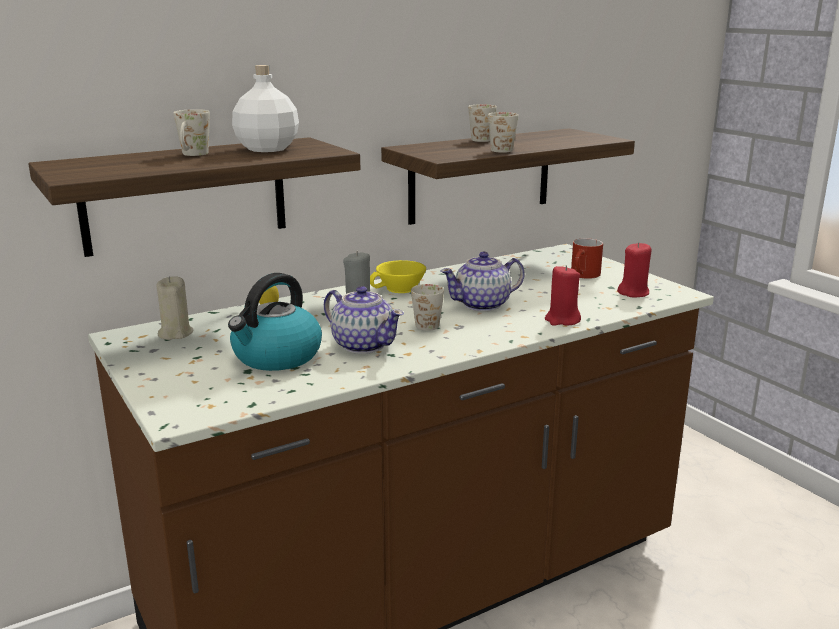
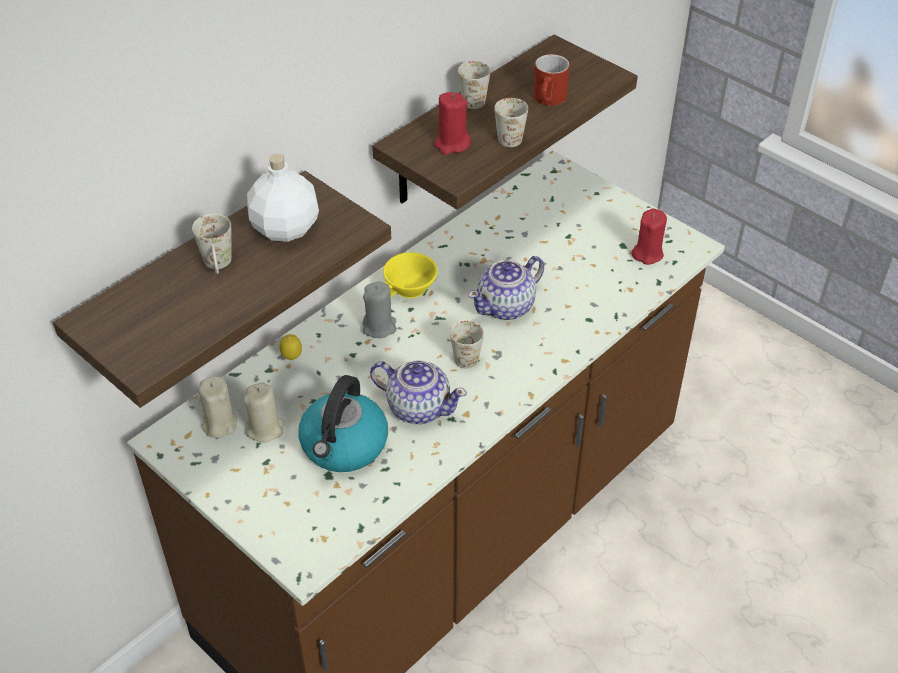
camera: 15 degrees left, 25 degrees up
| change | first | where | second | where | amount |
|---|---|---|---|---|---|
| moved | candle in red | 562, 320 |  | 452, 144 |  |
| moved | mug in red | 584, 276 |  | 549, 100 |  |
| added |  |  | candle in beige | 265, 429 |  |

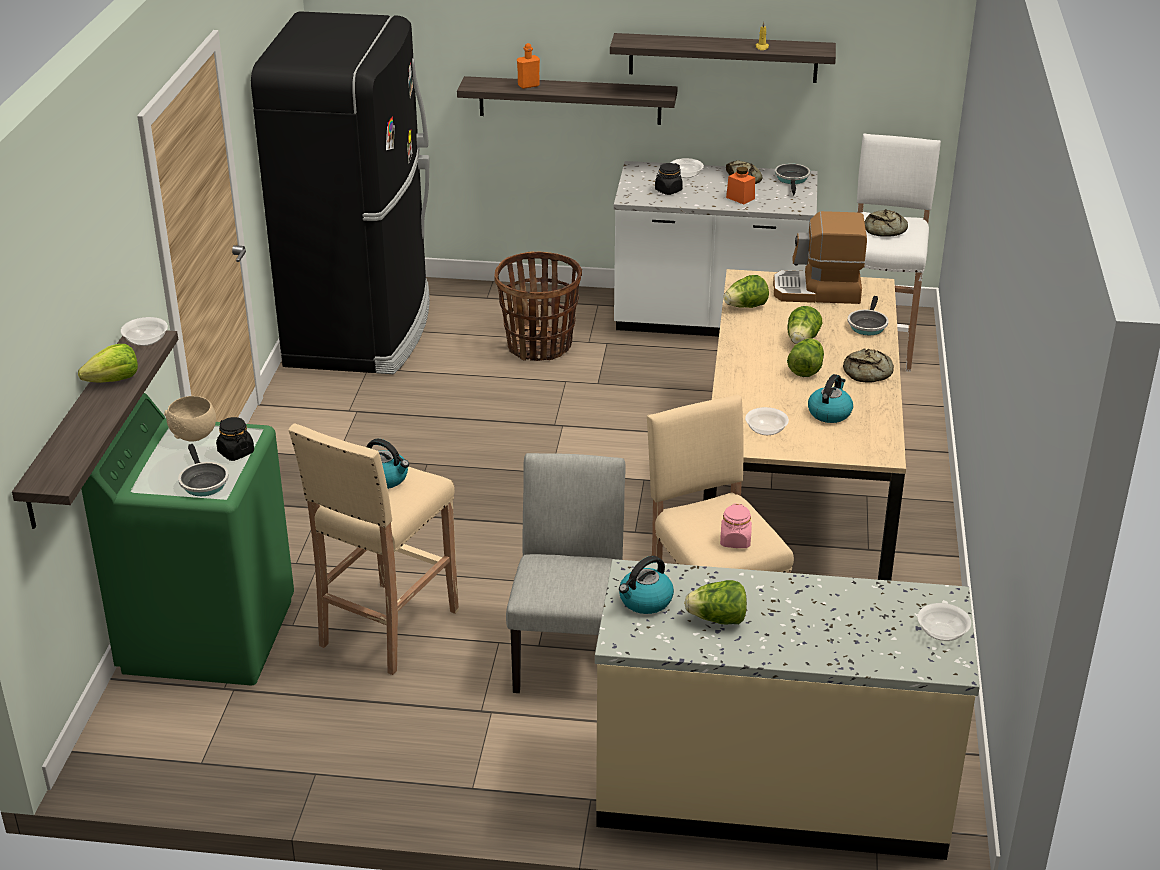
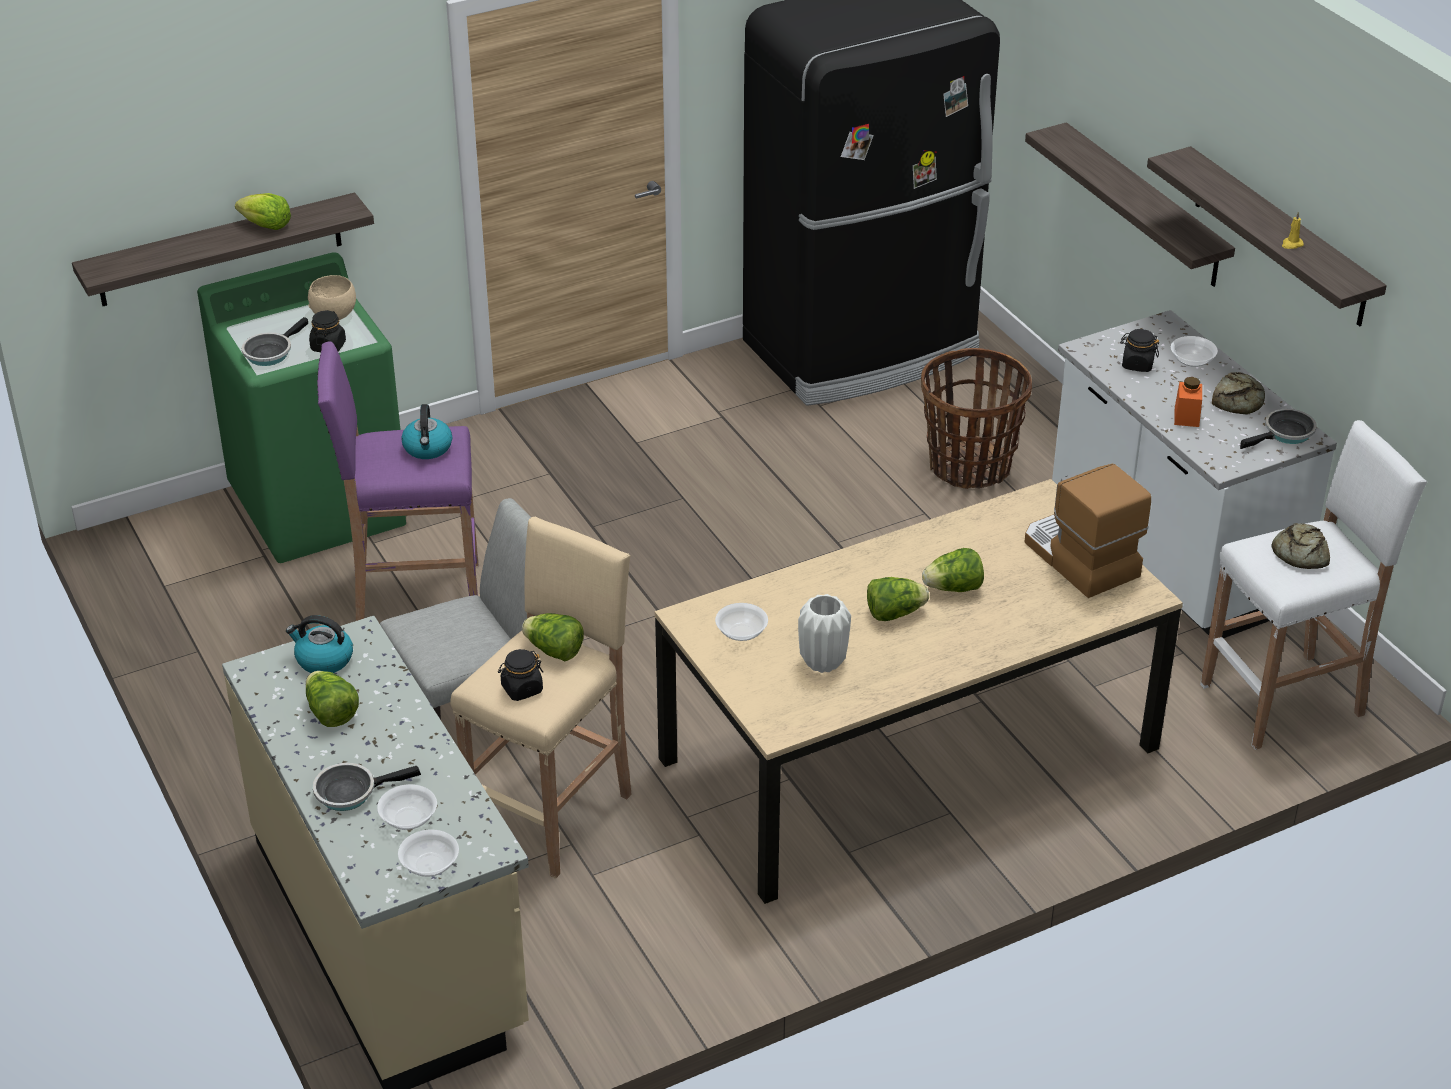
camera: 55 degrees right, 5 degrees up
| change | first | where | second | where | amount |
|---|---|---|---|---|---|
| moved | bowl | 146, 341 |  | 408, 818 |  |
| recoloured | stool in beige | 386, 629 | stool in purple | 414, 596 |  |
| removed | bottle in orange | 528, 85 |  |  |  |
| recoloured | jar in pink | 735, 541 | jar in black | 521, 689 |  |
| moved | lettuce | 746, 307 |  | 554, 651 |  |
| replaced | kettle | 829, 413 | vase in white | 822, 662 |  |
| removed | bread | 868, 373 |  |  |  |
| moved | frying pan | 867, 325 |  | 351, 792 |  |

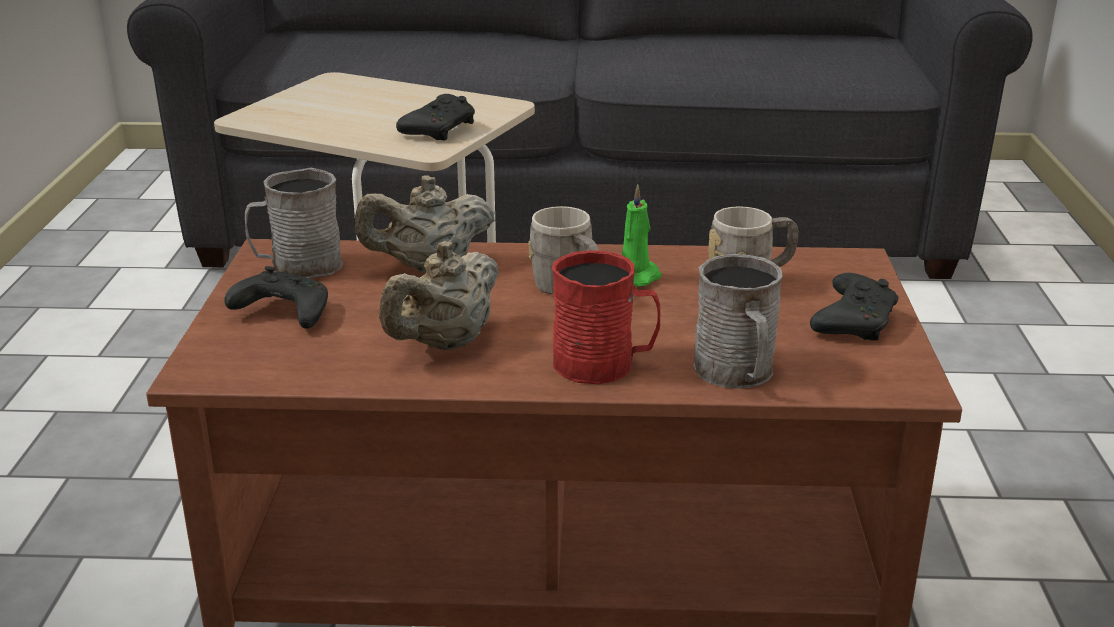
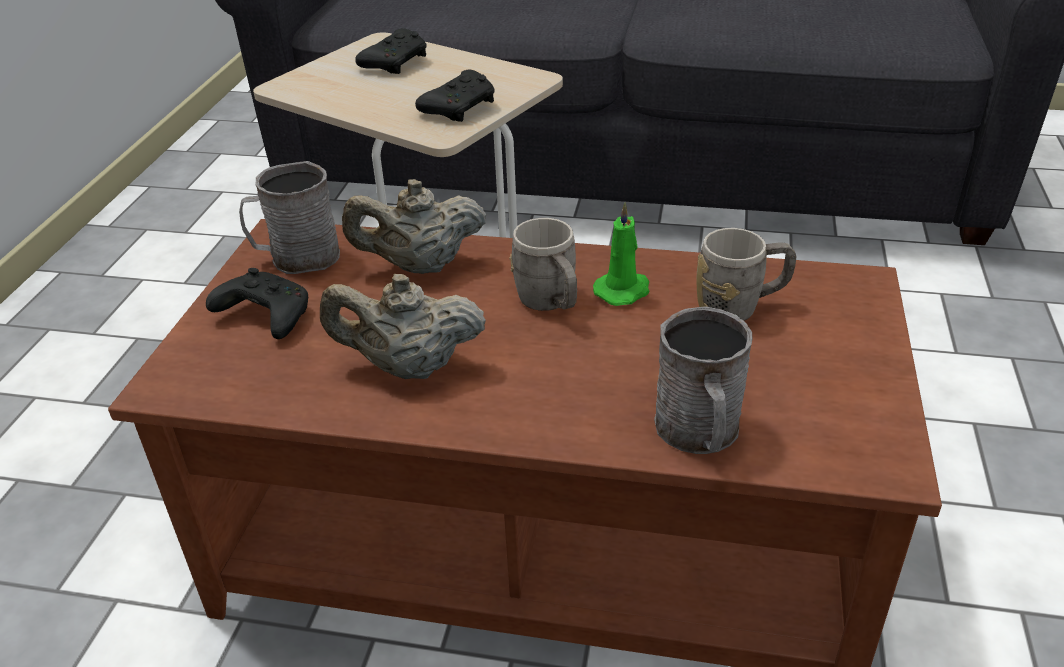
camera: 10 degrees right, 10 degrees up
| change | first | where | second | where | amount |
|---|---|---|---|---|---|
| turned | teapot in beige | 445, 343 |  | 409, 367 | 45 degrees clockwise |
| removed | mug in red | 605, 364 |  |  |  |
| moved | game controller in black | 853, 322 |  | 396, 63 |  |

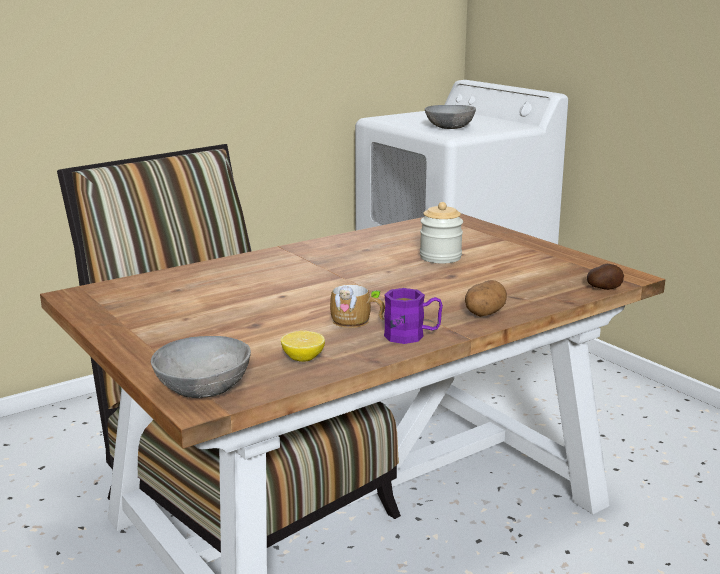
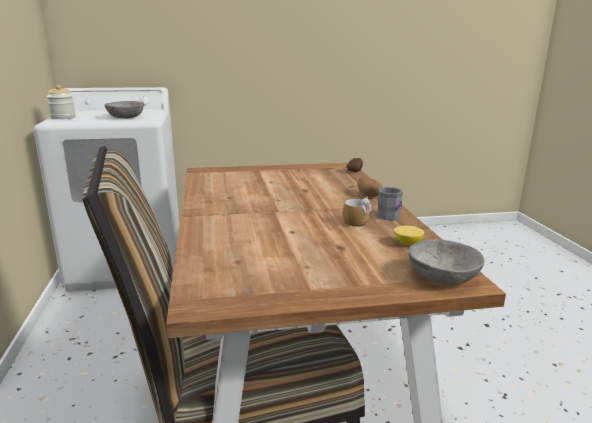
camera: 65 degrees left, 0 degrees up
| change | first | where | second | where | amount |
|---|---|---|---|---|---|
| recoloured | mug in purple | 412, 336 | mug in grey | 390, 214 |  |
| moved | jar | 440, 257 |  | 63, 117 |  |

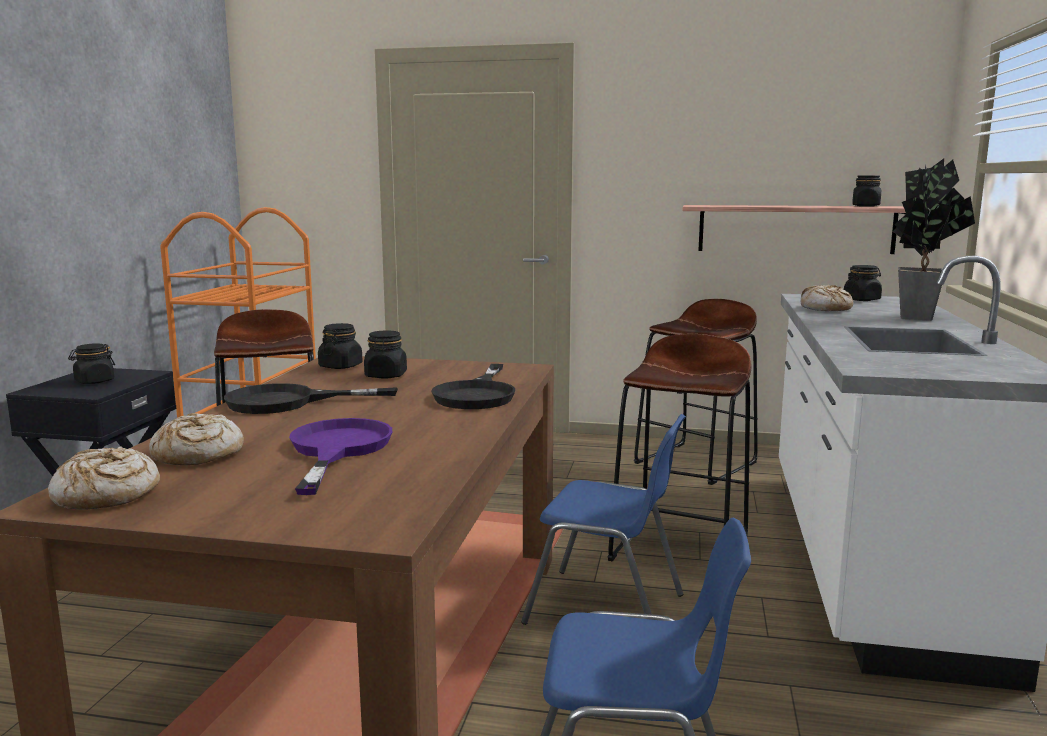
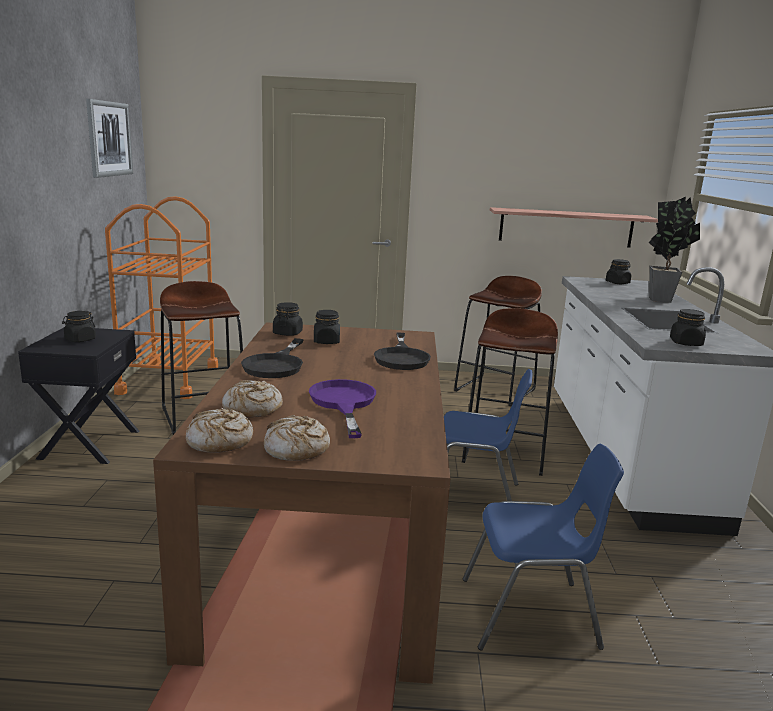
camera: 10 degrees left, 5 degrees up
| change | first | where | second | where | amount |
|---|---|---|---|---|---|
| turned | frying pan in black | 288, 402 |  | 276, 364 | 60 degrees counterclockwise |
| moved | bread | 825, 309 |  | 296, 448 |  |
| moved | jar in black | 865, 206 |  | 686, 343 |  |
| added |  |  | picture | 109, 139 |  |

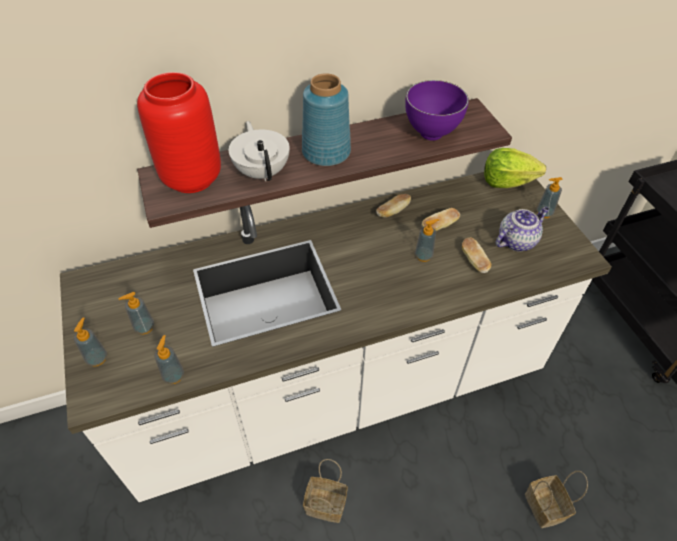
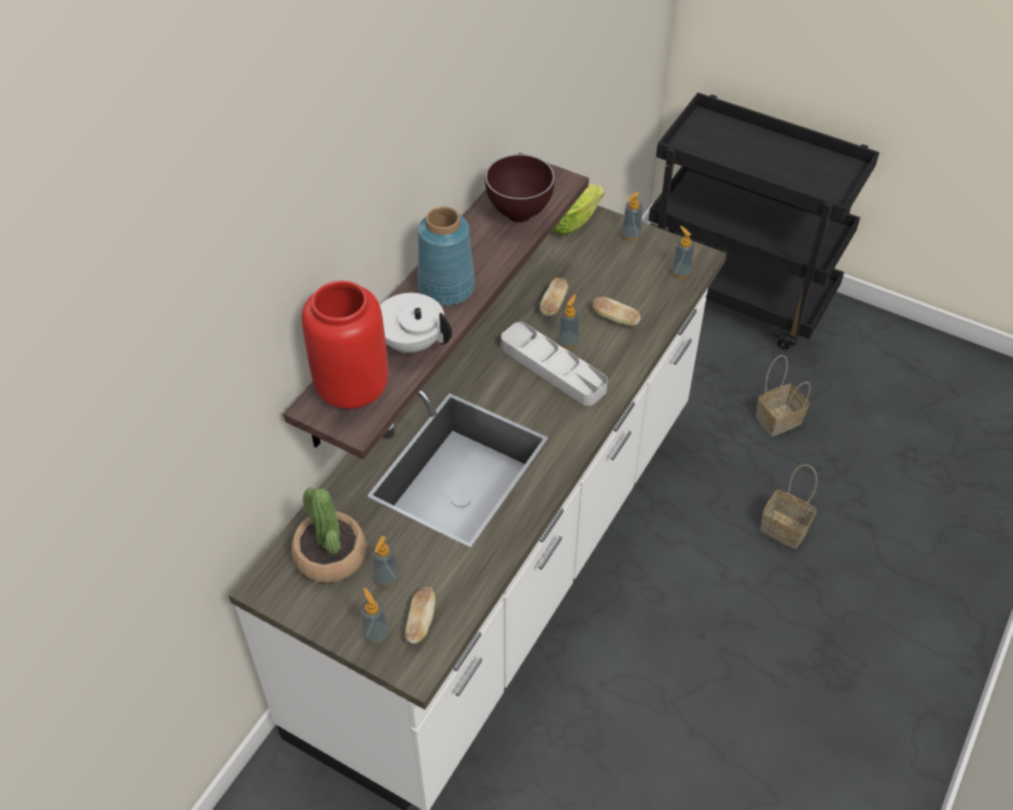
camera: 40 degrees left, 0 degrees up
| change | first | where | second | where | amount |
|---|---|---|---|---|---|
| moved | soap dispenser | 173, 376 |  | 681, 272 |  |
| moved | basket | 327, 504 |  | 779, 419 |  |
| moved | bread | 392, 211 |  | 420, 622 |  |
| recoloured | bowl in purple | 431, 135 | bowl in brown | 520, 216 |  |
| removed | teapot | 517, 240 |  |  |  |
| added |  |  | potted plant | 330, 556 |  |
| added |  |  | tray in grey | 553, 368 |  |

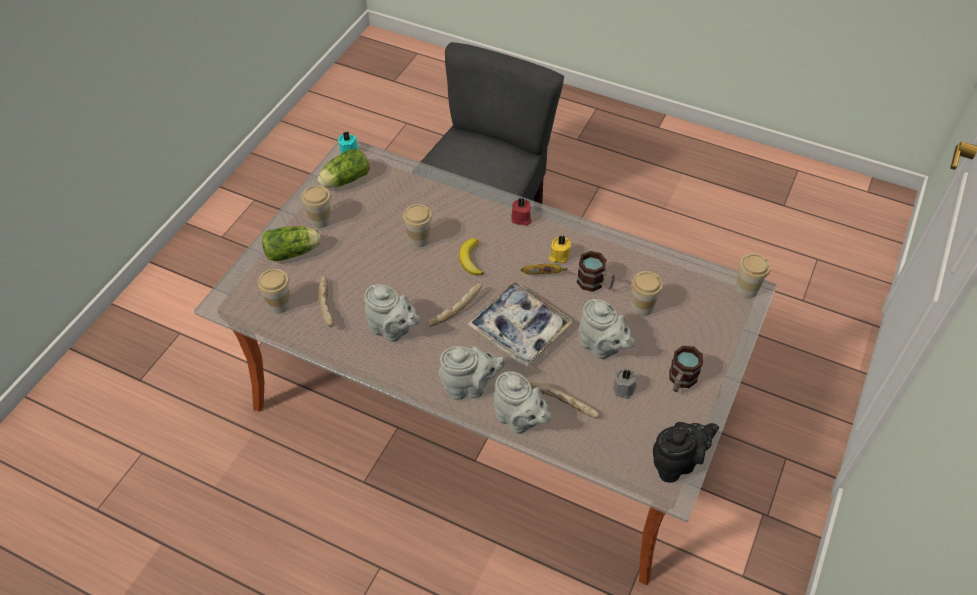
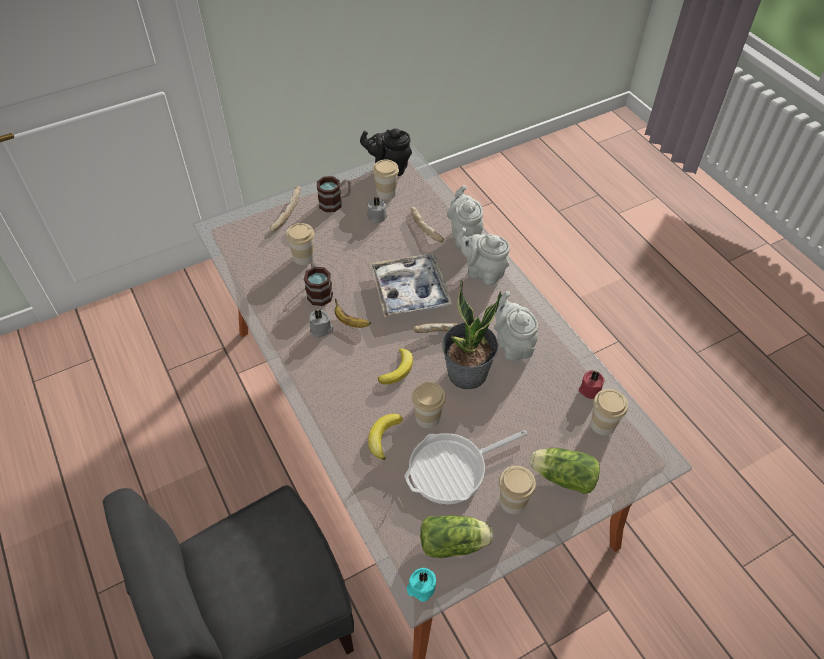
camera: 145 degrees left, 0 degrees up
| change | first | where | second | where | amount |
|---|---|---|---|---|---|
| moved | bread | 328, 305 |  | 286, 213 |  |
| moved | candle in red | 521, 219 |  | 590, 389 |  |
| recoloured | candle in yellow | 558, 256 | candle in grey | 321, 329 |  |
| removed | teapot in grey | 602, 347 |  |  |  |
| moved | cup | 747, 289 |  | 386, 193 |  |
| added |  |  | banana | 383, 436 |  |
| added |  |  | frying pan | 452, 469 |  |
| added |  |  | potted plant | 467, 374 |  |

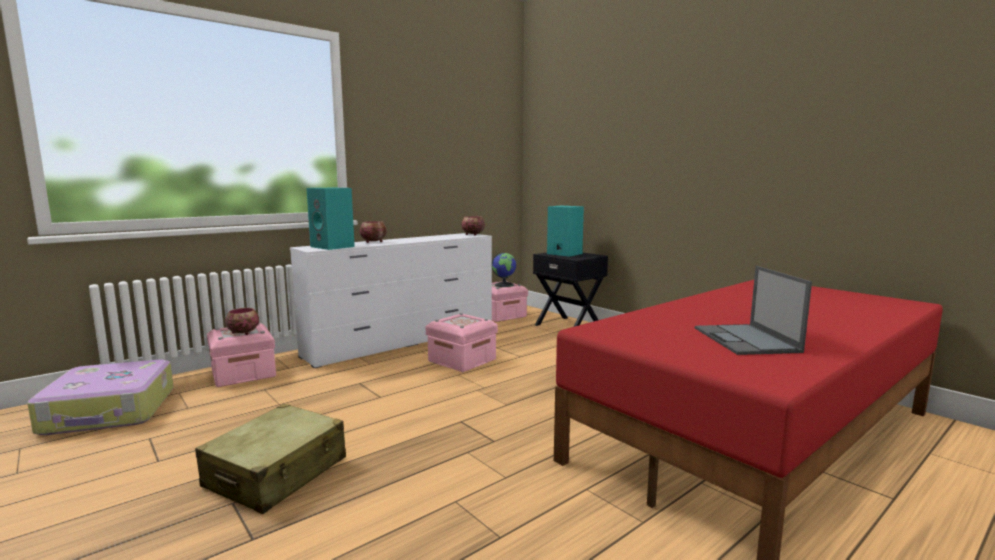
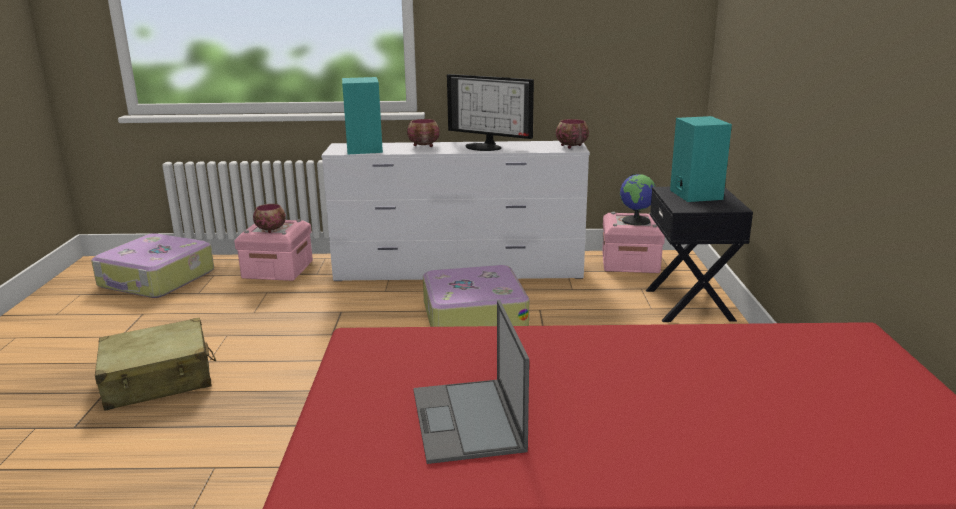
camera: 40 degrees right, 10 degrees up
| change | first | where | second | where | amount |
|---|---|---|---|---|---|
| replaced | storage box in pink | 462, 360 | suitcase | 473, 316 |  |
| turned | laptop | 746, 340 |  | 468, 421 | 45 degrees counterclockwise |
| added |  |  | monitor | 485, 146 |  |

